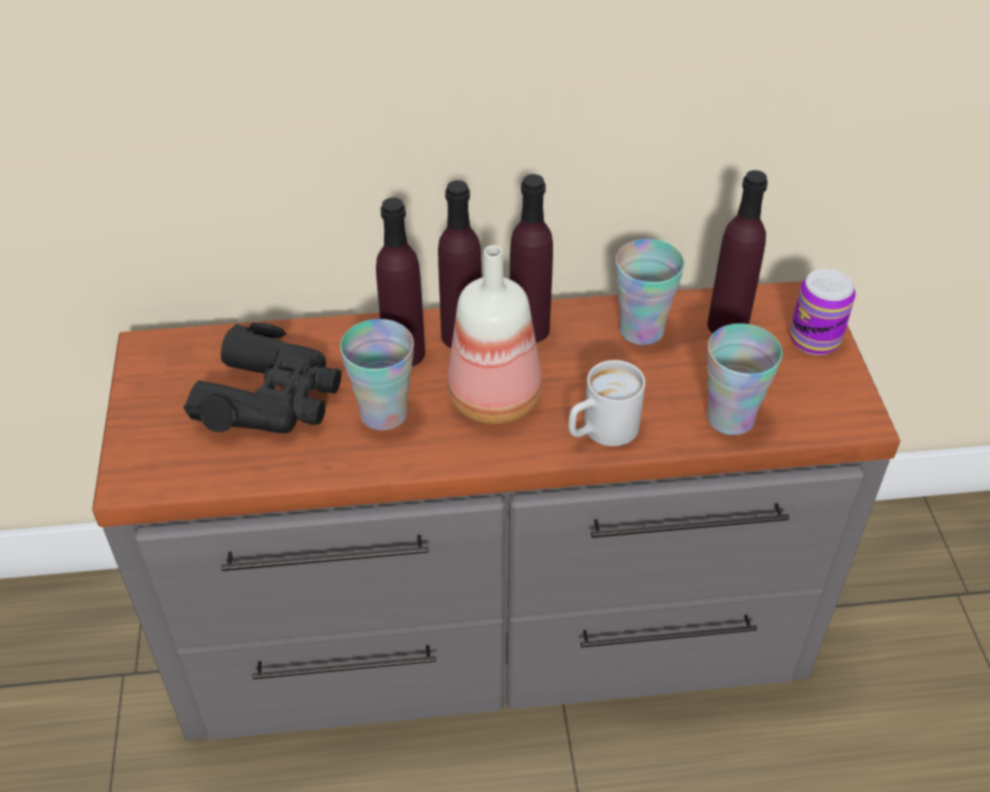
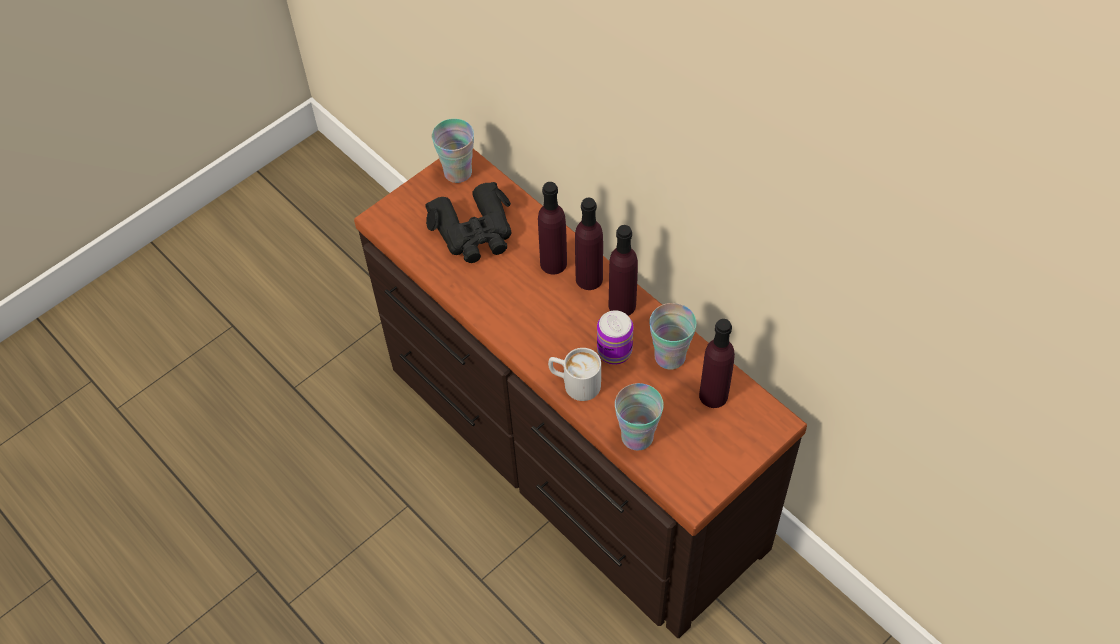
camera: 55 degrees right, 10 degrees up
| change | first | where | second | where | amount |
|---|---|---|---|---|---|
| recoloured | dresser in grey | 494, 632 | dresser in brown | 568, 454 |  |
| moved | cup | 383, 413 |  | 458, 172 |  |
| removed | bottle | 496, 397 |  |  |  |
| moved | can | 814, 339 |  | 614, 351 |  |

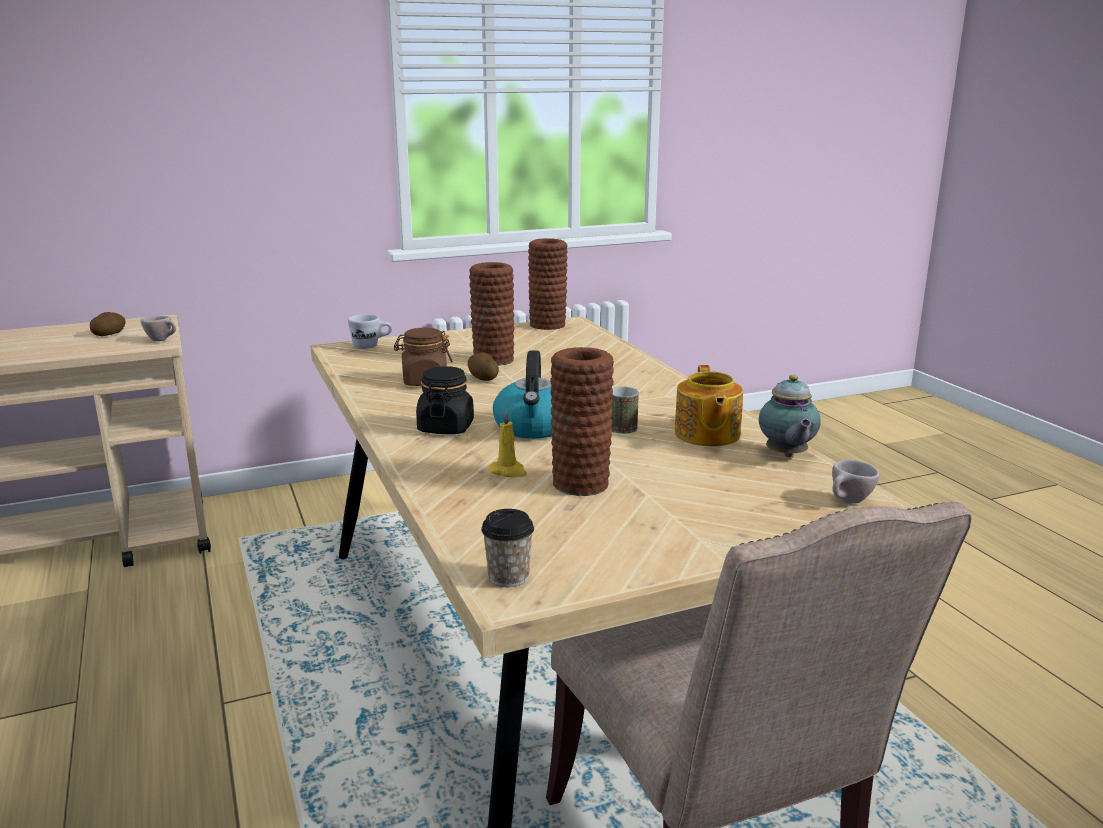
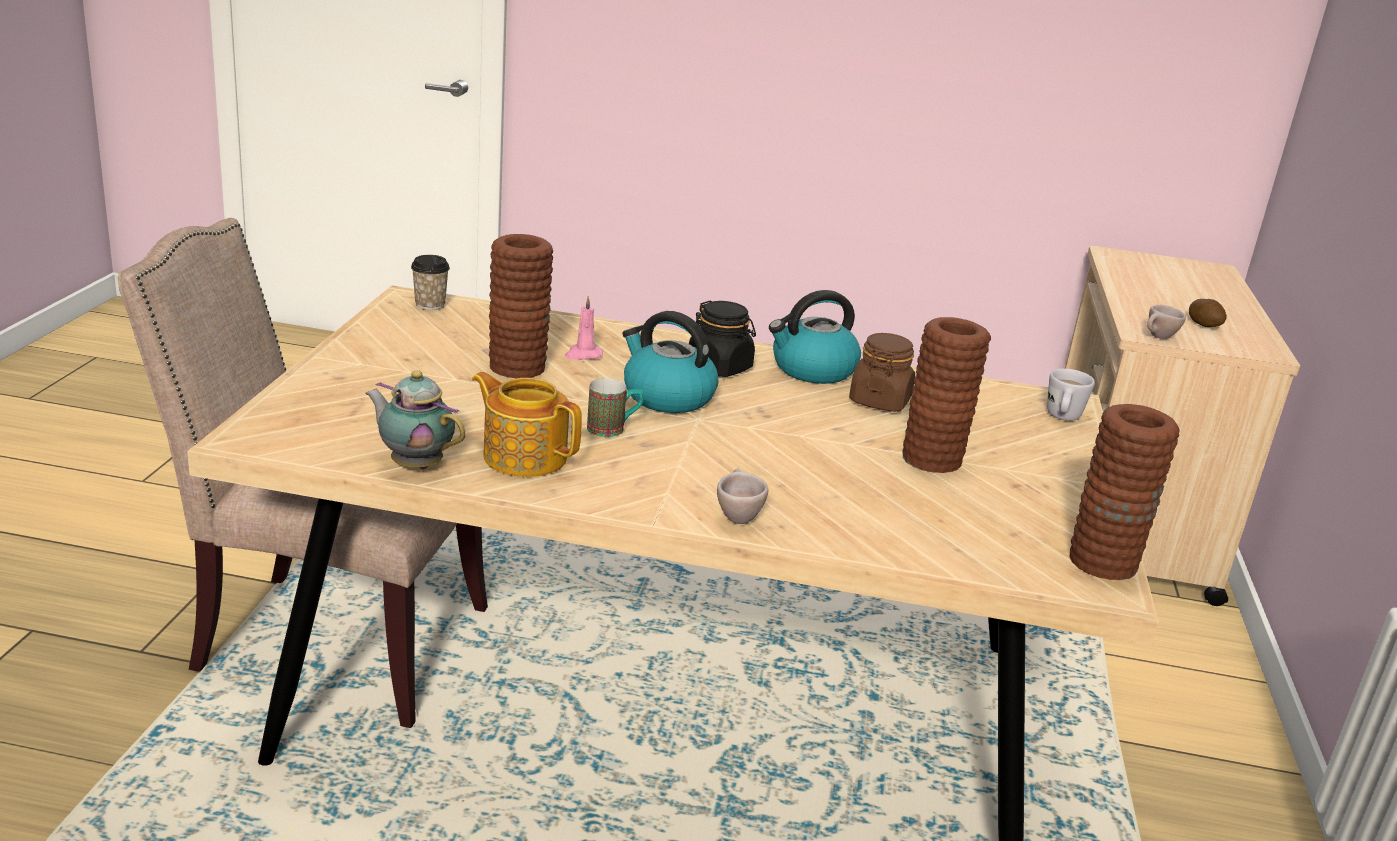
camera: 120 degrees right, 5 degrees up
| change | first | where | second | where | amount |
|---|---|---|---|---|---|
| removed | potato | 482, 378 |  |  |  |
| recoloured | candle in yellow | 508, 471 | candle in pink | 583, 355 |  |
| moved | cup in beige | 848, 502 |  | 736, 516 |  |
| added |  |  | kettle | 812, 370 |  |

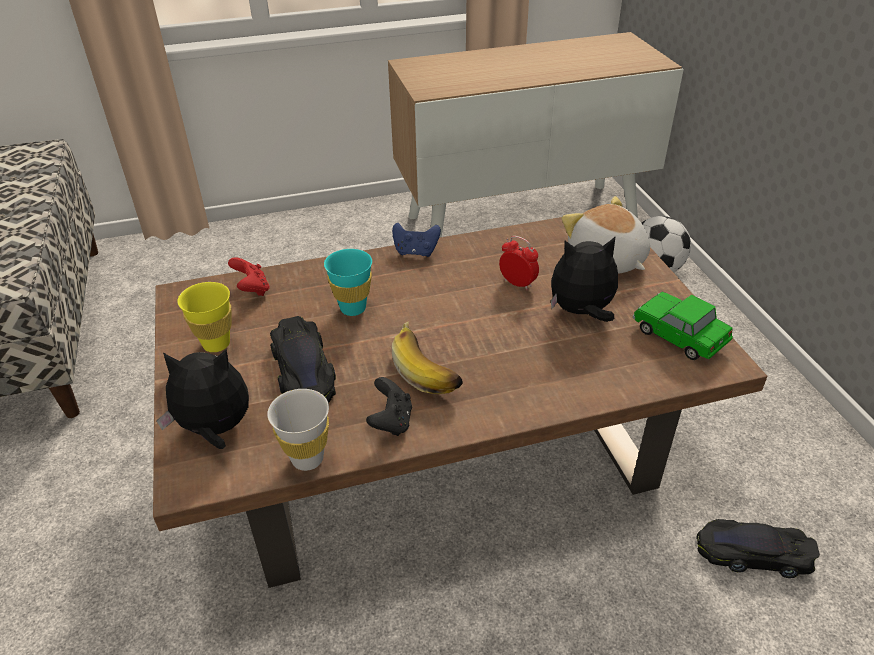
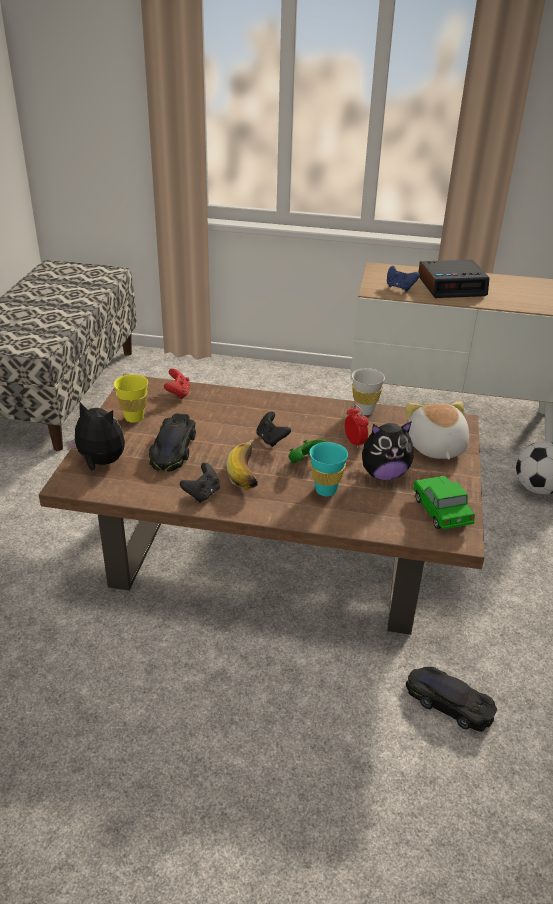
camera: 25 degrees right, 5 degrees down
| change | first | where | second | where | amount |
|---|---|---|---|---|---|
| moved | cup in white | 307, 459 |  | 364, 411 |  |
| moved | cup in turquoise | 353, 308 |  | 325, 490 |  |
| moved | game controller in blue | 416, 252 |  | 400, 288 |  |
| turned | plush toy | 581, 312 |  | 384, 474 | 150 degrees clockwise |
| added |  |  | game controller in black | 271, 439 |  |
| added |  |  | game controller in green | 305, 461 |  |
| added |  |  | alarm clock | 452, 286 |  |

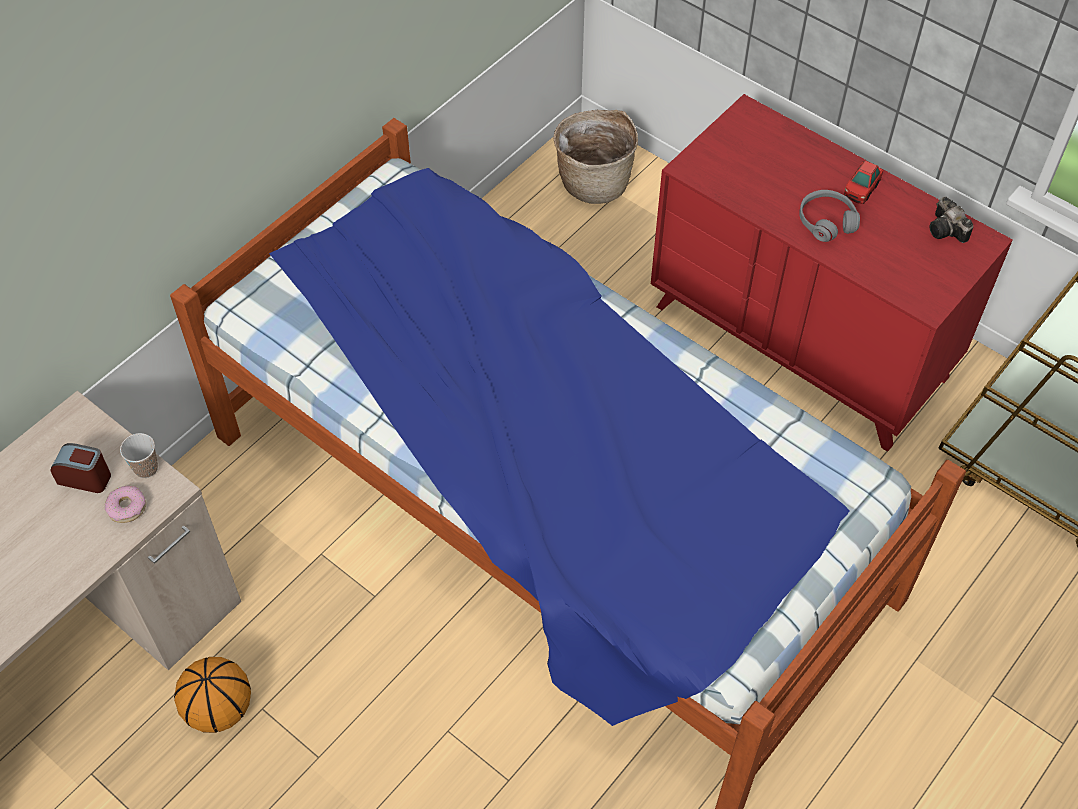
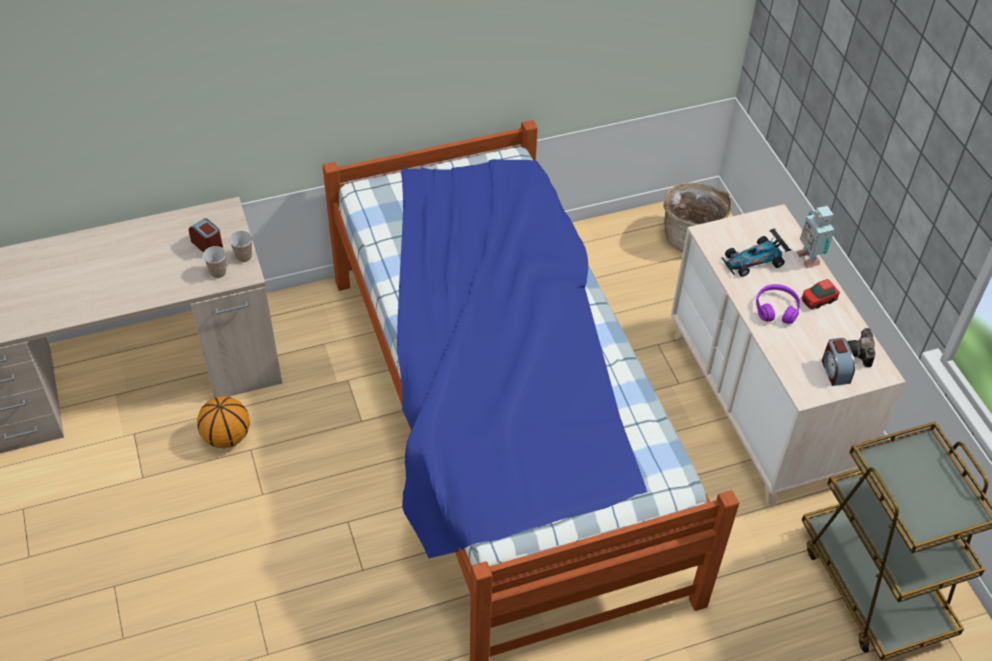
camera: 30 degrees right, 5 degrees down
| change | first | where | second | where | amount |
|---|---|---|---|---|---|
| replaced | donut | 127, 507 | cup | 218, 272 |  |
| recoloured | dresser in red | 801, 342 | dresser in beige | 760, 406 |  |
| recoloured | headphones in grey | 826, 221 | headphones in purple | 776, 308 |  |
| added |  |  | toy car | 754, 260 |  |
| added |  |  | toy robot | 809, 258 |  |
| added |  |  | alarm clock | 835, 371 |  |

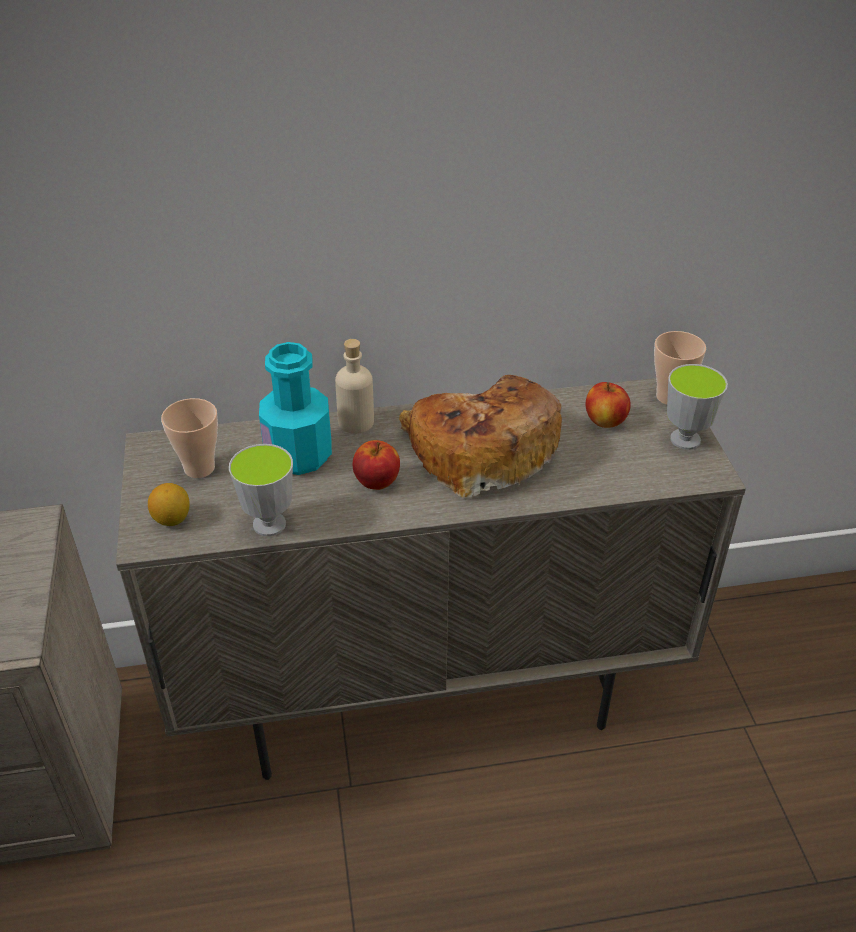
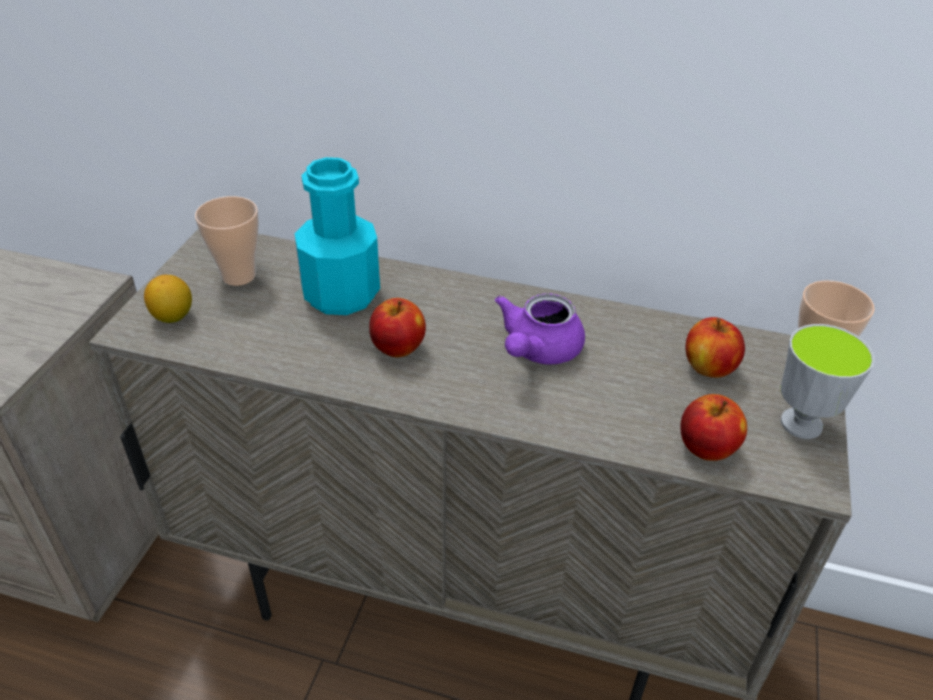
camera: 25 degrees right, 0 degrees up
| change | first | where | second | where | amount |
|---|---|---|---|---|---|
| removed | cup | 269, 524 |  |  |  |
| removed | bottle in beige | 356, 422 |  |  |  |
| replaced | bread | 480, 449 | teapot in purple | 537, 351 |  |
| added |  |  | apple | 706, 448 |  |

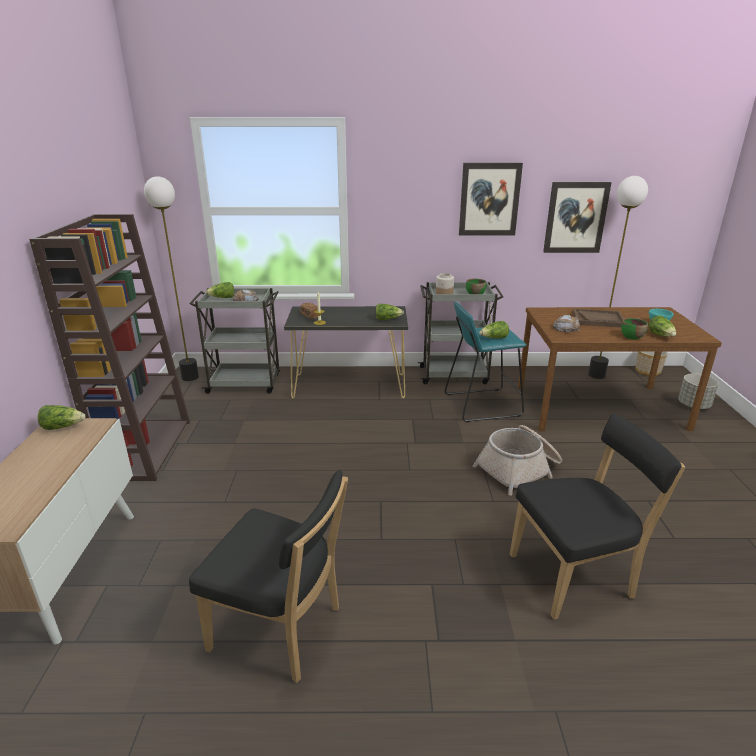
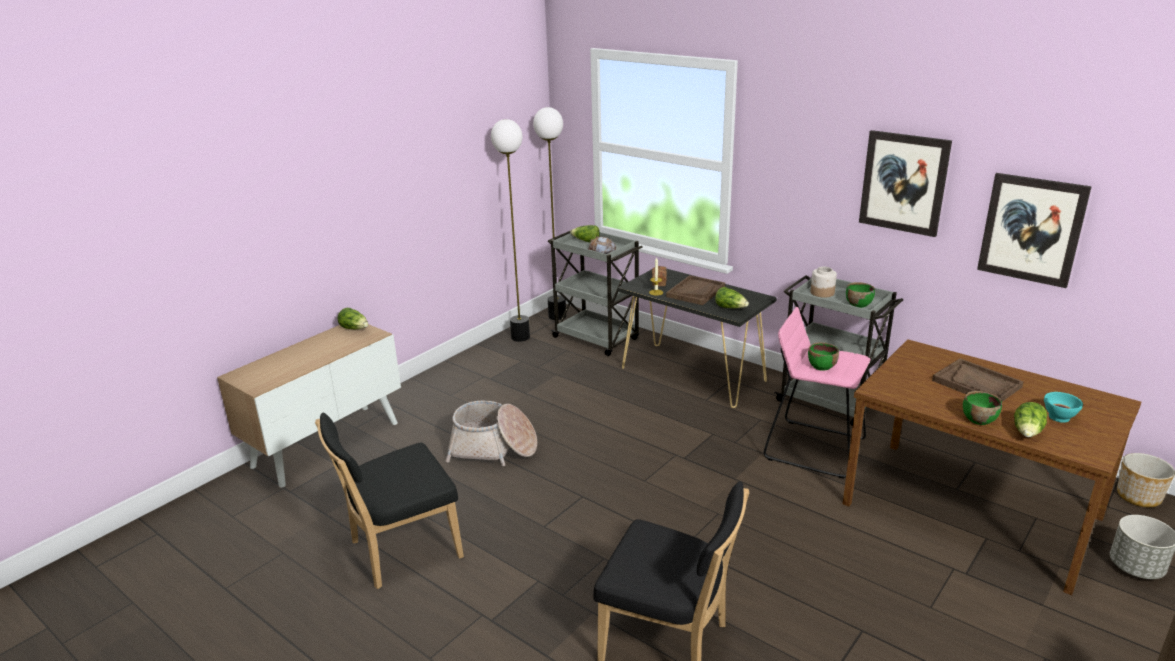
camera: 40 degrees right, 0 degrees up
| change | first | where | second | where | amount |
|---|---|---|---|---|---|
| removed | bookcase in brown | 146, 448 |  |  |  |
| turned | chair in black | 281, 630 |  | 400, 551 | 90 degrees clockwise |
| recoloured | stool in turquoise | 482, 404 | stool in pink | 814, 448 |  |
| moved | basket | 519, 469 |  | 493, 448 |  |
| replaced | lettuce | 494, 338 | bowl in green | 821, 366 |  |
| removed | bread | 566, 328 |  |  |  |
| moved | floor lamp | 597, 375 |  | 520, 337 |  |
| added |  |  | tray in brown | 695, 292 |  |

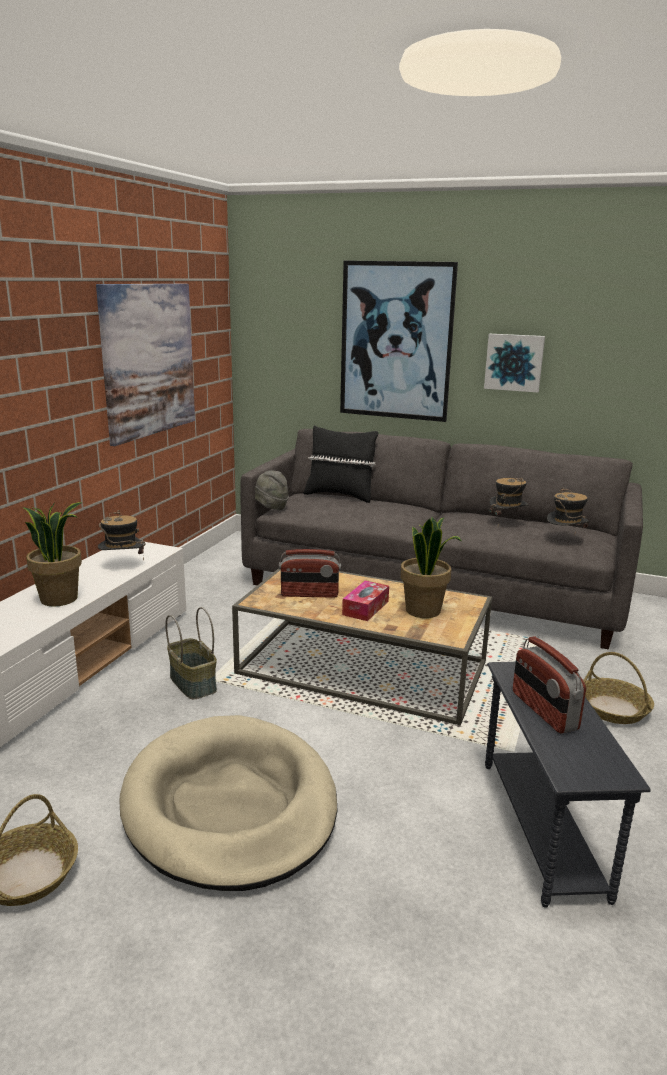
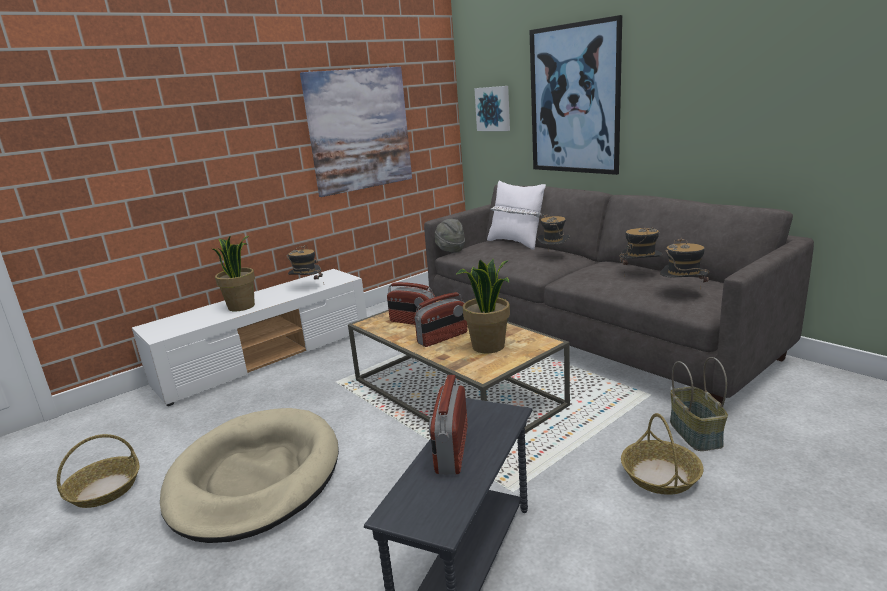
camera: 30 degrees right, 0 degrees up
| change | first | where | second | where | amount |
|---|---|---|---|---|---|
| moved | basket | 194, 683 |  | 696, 433 |  |
| recoloured | pillow in black | 340, 495 | pillow in white | 516, 242 |  |
| replaced | tissue box | 365, 608 | radio | 443, 338 |  |
| moved | picture | 514, 362 |  | 493, 108 |  |
| added |  |  | hat | 553, 256 |  |

